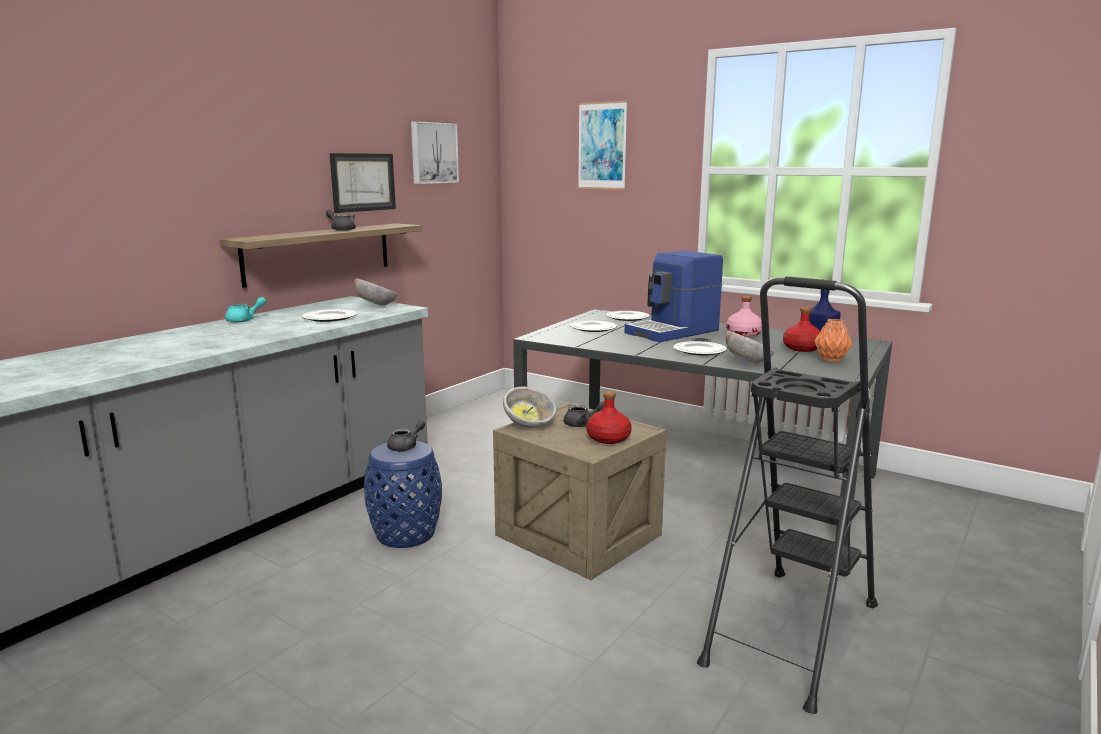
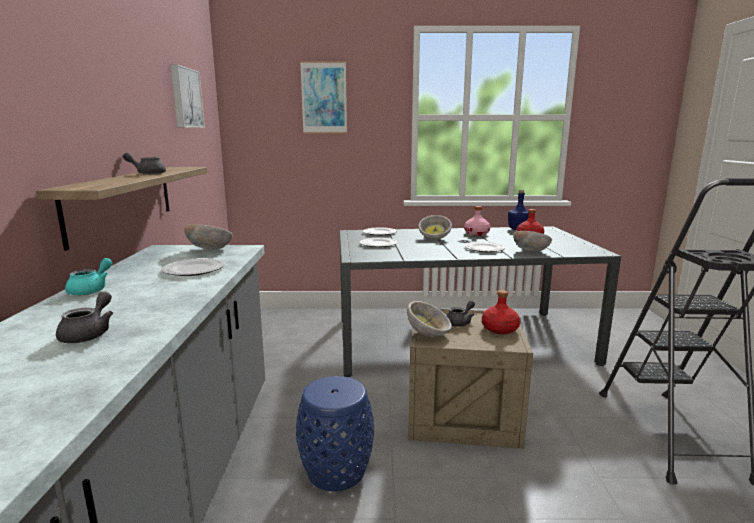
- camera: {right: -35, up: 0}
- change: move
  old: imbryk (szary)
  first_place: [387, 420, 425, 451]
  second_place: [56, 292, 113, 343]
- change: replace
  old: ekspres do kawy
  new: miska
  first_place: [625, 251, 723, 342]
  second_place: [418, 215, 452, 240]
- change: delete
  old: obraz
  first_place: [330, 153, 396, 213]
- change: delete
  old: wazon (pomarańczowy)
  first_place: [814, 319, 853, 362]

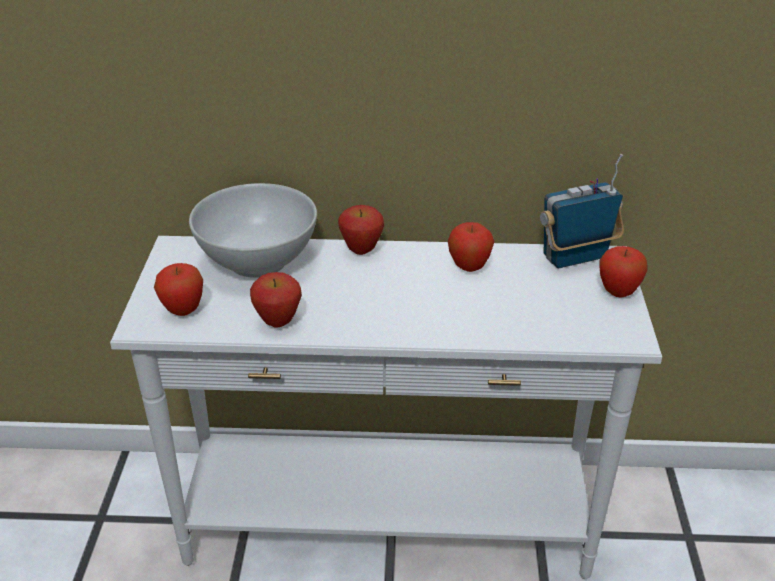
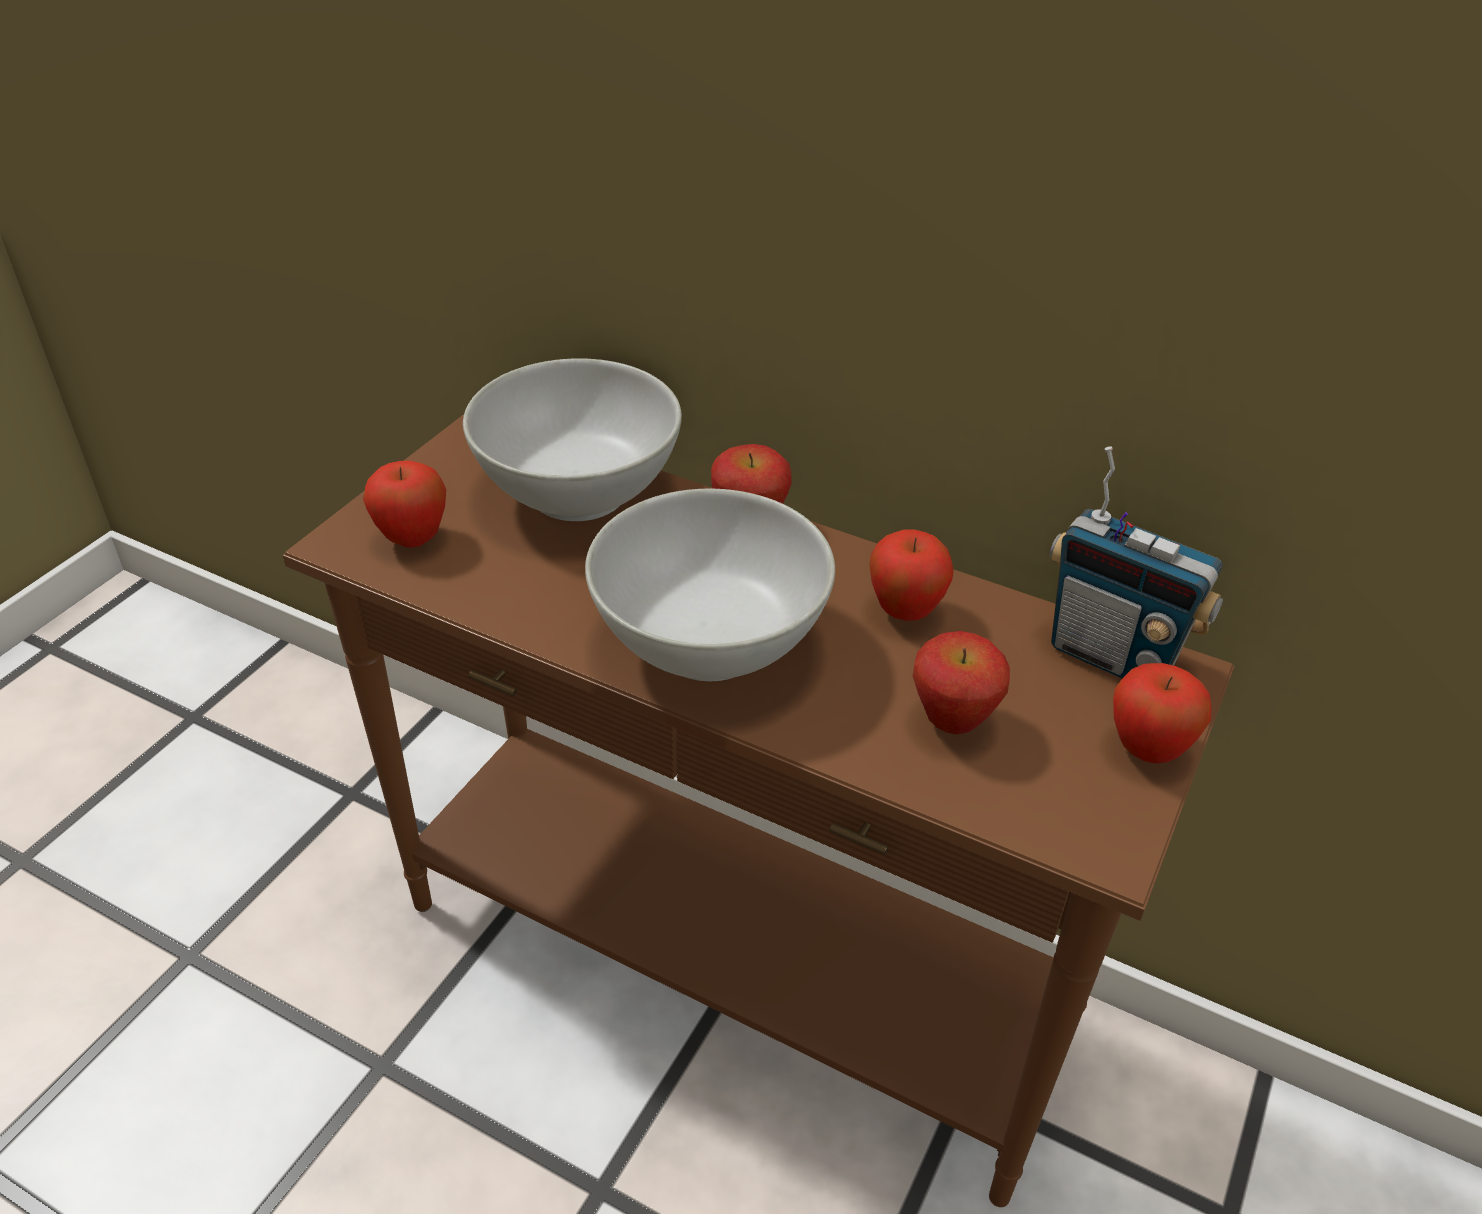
- camera: {right: 25, up: 5}
- change: recolor
  old: stolik konsolowy (biały)
  new: stolik konsolowy (brązowy)
  first_place: [110, 236, 662, 579]
  second_place: [283, 414, 1235, 1207]
- change: insert
  new: miska (biały)
  second_place: [585, 489, 835, 681]
- change: move
  old: jabłko
  first_place: [250, 272, 302, 328]
  second_place: [913, 631, 1010, 735]
- change: rotate
  old: radio
  first_place: [540, 154, 624, 268]
  second_place: [1050, 446, 1223, 678]
  degrees: -150

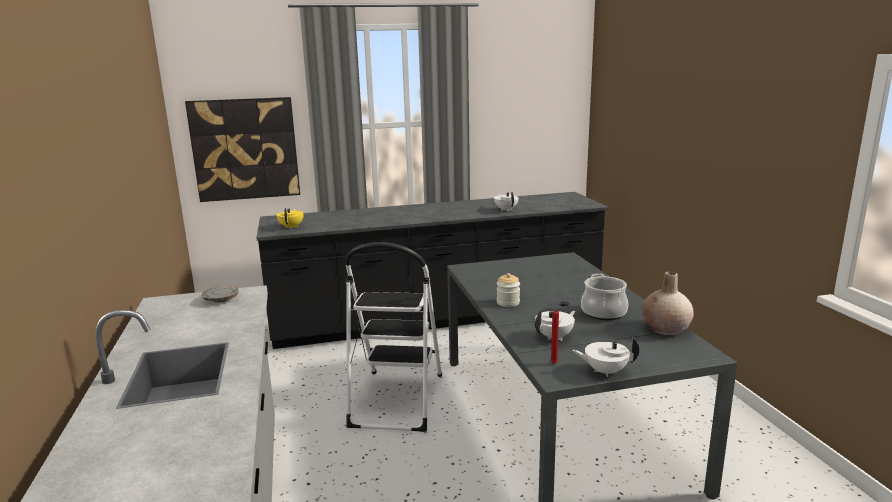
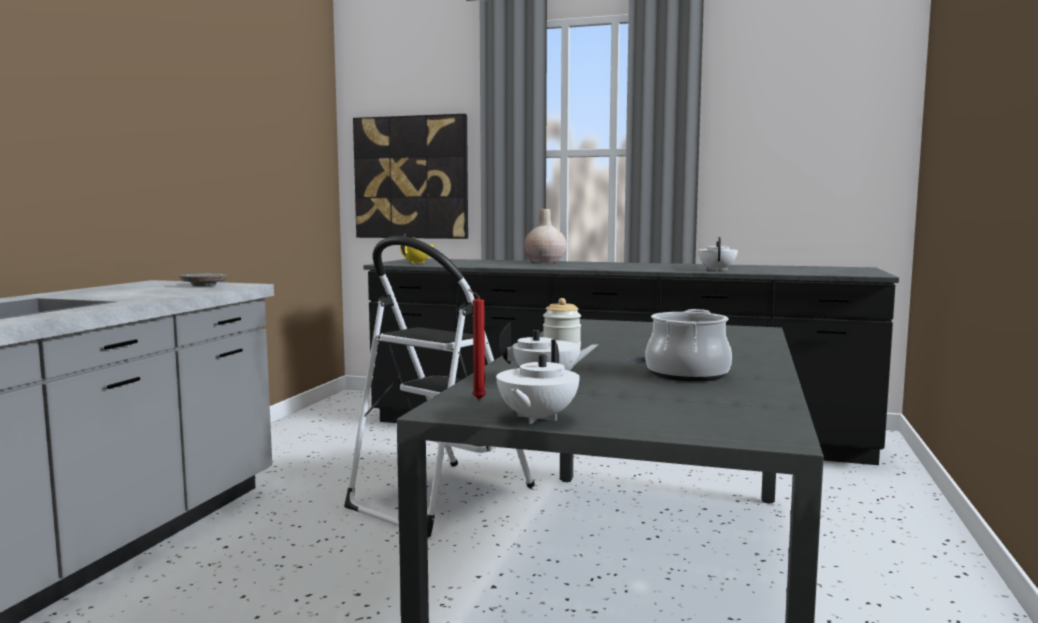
- camera: {right: 30, up: -10}
- change: rotate
  old: imbryk (biały)
  first_place: [572, 338, 639, 377]
  second_place: [496, 339, 580, 424]
  degrees: -105
- change: move
  old: wazon (beżowy)
  first_place: [642, 271, 694, 335]
  second_place: [524, 209, 567, 263]

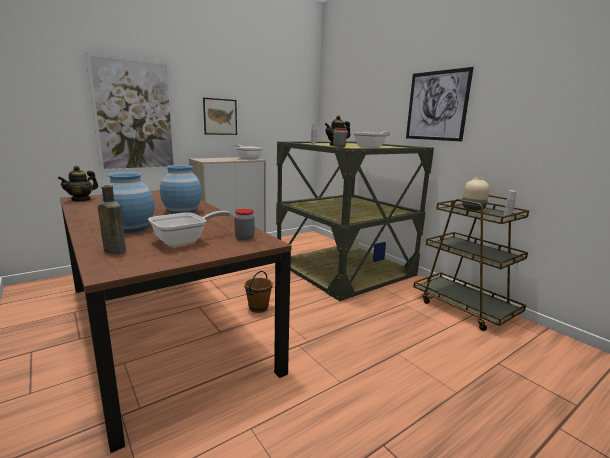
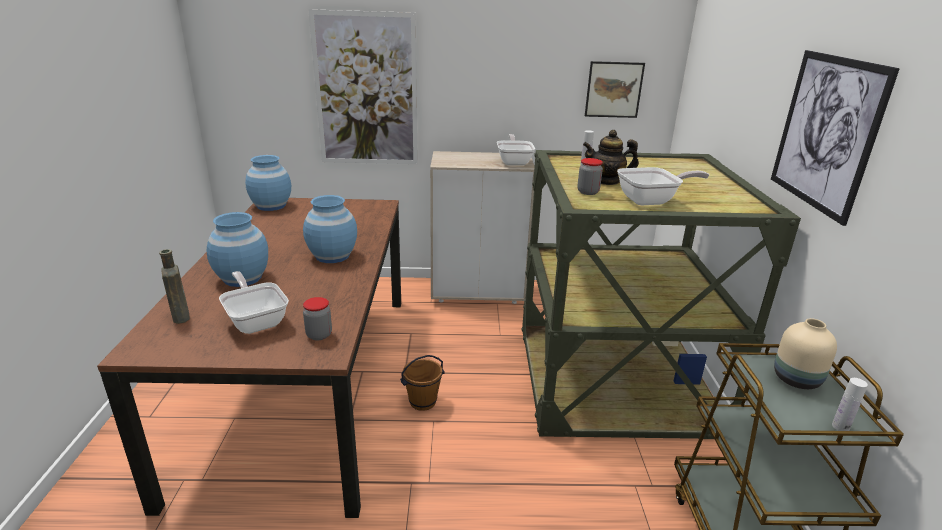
- camera: {right: 35, up: 10}
- change: rotate
  old: patelnia
  first_place: [148, 211, 231, 246]
  second_place: [219, 271, 289, 334]
  degrees: -120
- change: replace
  old: imbryk
  new: wazon (niebieski)
  first_place: [58, 166, 98, 202]
  second_place: [245, 155, 291, 211]
- change: move
  old: obraz
  first_place: [203, 98, 237, 135]
  second_place: [585, 61, 645, 118]

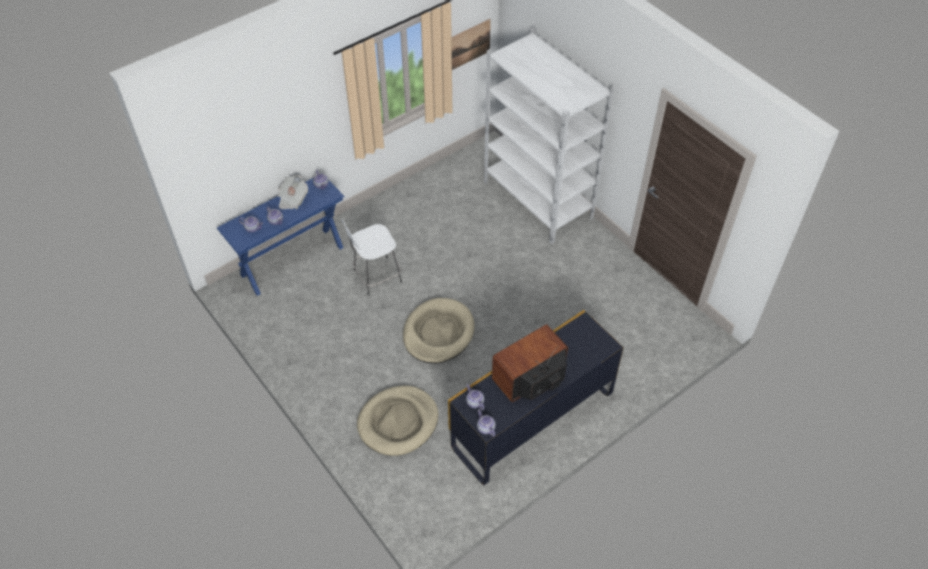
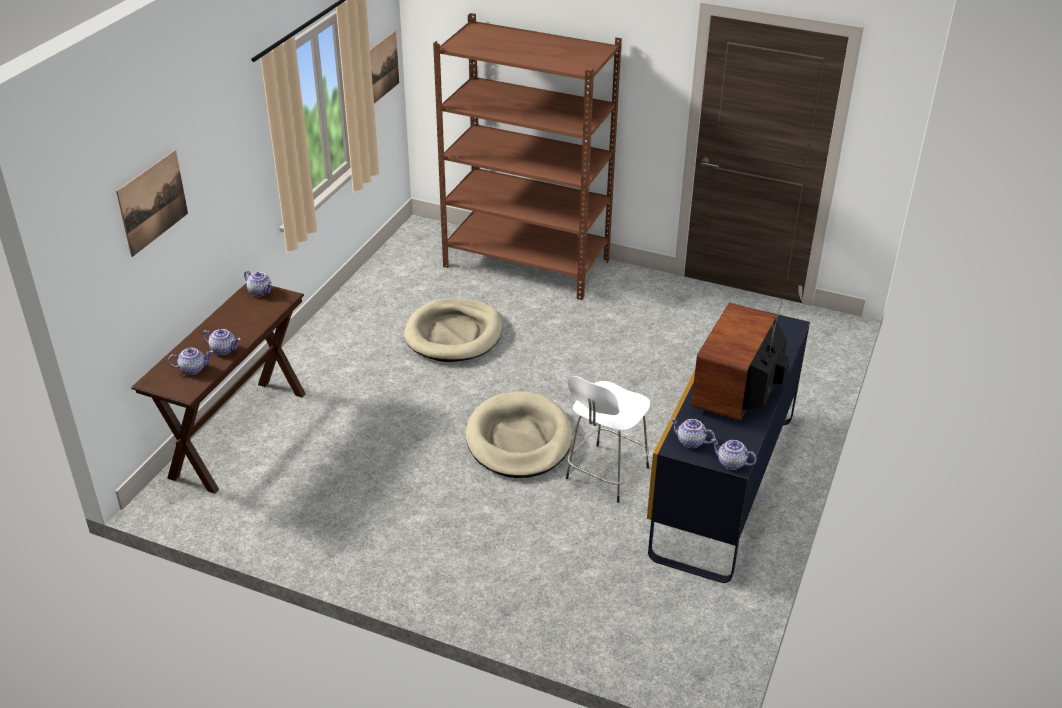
- camera: {right: -30, up: -15}
- change: insert
  new: obraz
  second_place: [116, 150, 188, 257]
- change: recolor
  old: stolik konsolowy (niebieski)
  new: stolik konsolowy (brązowy)
  first_place: [217, 173, 345, 296]
  second_place: [131, 283, 306, 494]
- change: move
  old: legowisko (beżowy)
  first_place: [357, 385, 439, 456]
  second_place: [404, 298, 502, 362]
- change: recolor
  old: regał (biały)
  new: regał (brązowy)
  first_place: [484, 27, 614, 244]
  second_place: [433, 13, 622, 300]
- change: move
  old: stołek (biały)
  first_place: [341, 219, 402, 295]
  second_place: [566, 376, 650, 503]
- change: delete
  old: gazeta
  first_place: [278, 175, 308, 209]

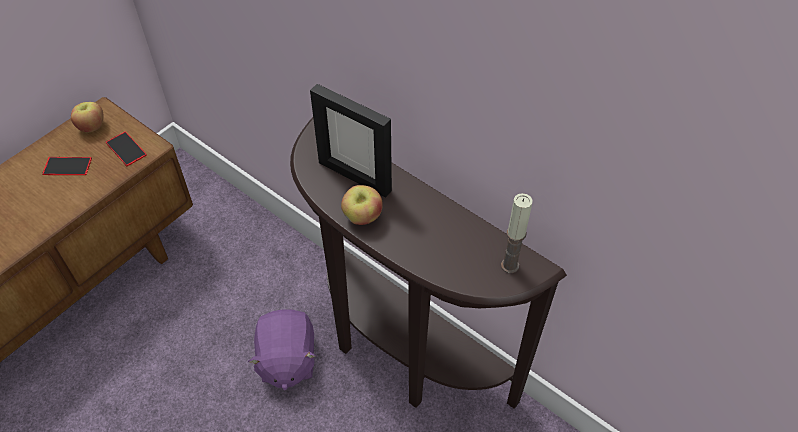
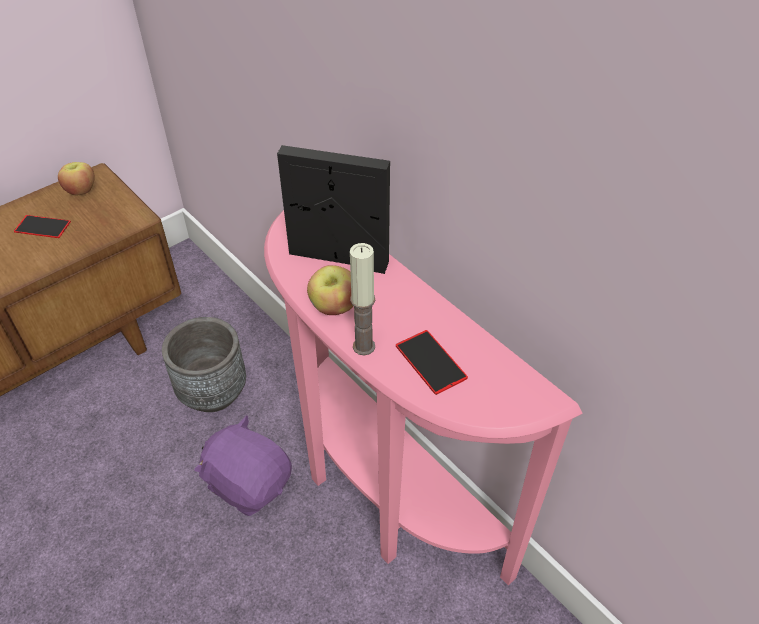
- camera: {right: 10, up: -5}
- change: insert
  new: donica (szary)
  second_place: [162, 317, 246, 412]
- change: rotate
  old: pluszak (fioletowy)
  first_place: [248, 309, 316, 390]
  second_place: [194, 415, 292, 516]
  degrees: 120
- change: recolor
  old: stolik konsolowy (brązowy)
  new: stolik konsolowy (różowy)
  first_place: [290, 117, 567, 409]
  second_place: [264, 210, 583, 585]
- change: rotate
  old: ramka na zdjęcie
  first_place: [310, 84, 392, 198]
  second_place: [277, 145, 390, 274]
  degrees: 150
- change: move
  old: świeca
  first_place: [501, 193, 533, 273]
  second_place: [350, 243, 375, 355]
- change: move
  old: telefon
  first_place: [106, 131, 147, 166]
  second_place: [396, 330, 468, 395]

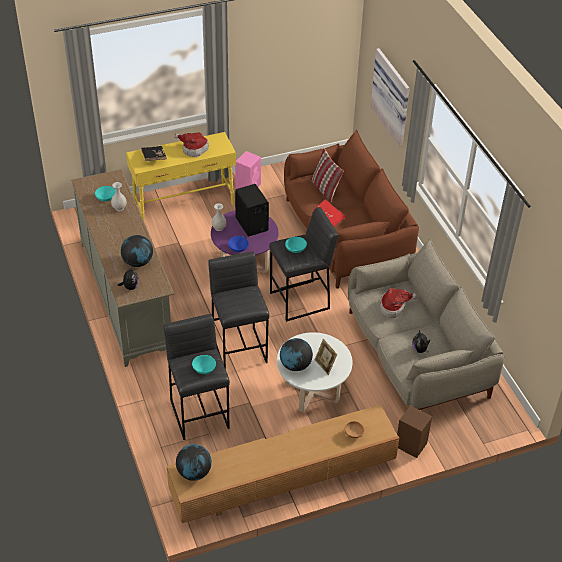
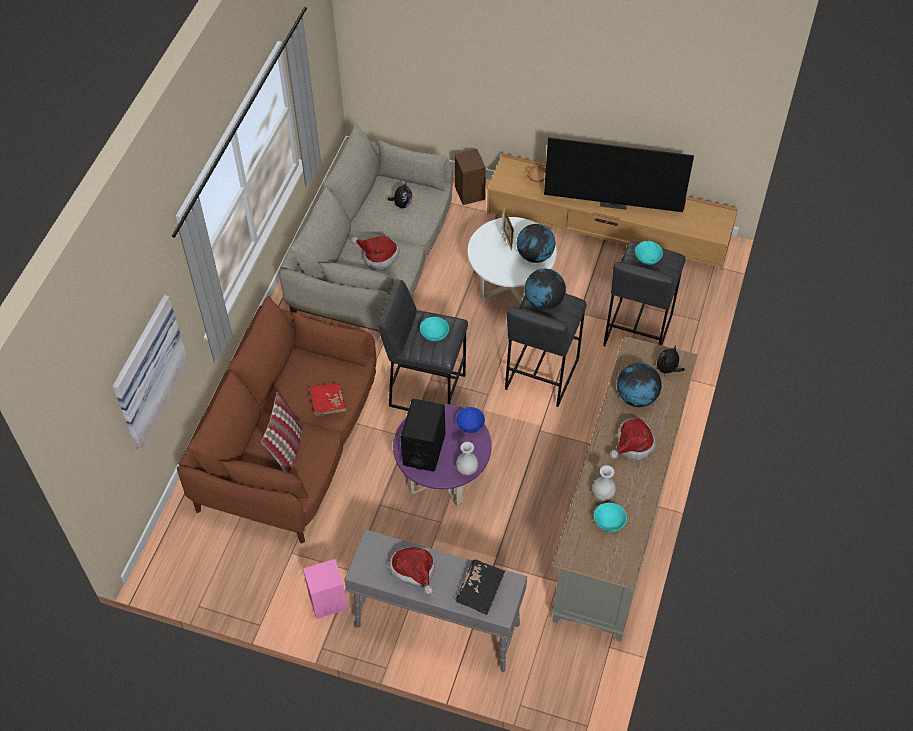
- camera: {right: -140, up: 10}
- change: recolor
  old: stolik konsolowy (żółty)
  new: stolik konsolowy (szary)
  first_place: [126, 132, 236, 223]
  second_place: [344, 529, 527, 672]
- change: move
  old: globus
  first_place: [176, 444, 212, 481]
  second_place: [524, 269, 566, 310]
- change: insert
  new: telewizor
  second_place: [544, 137, 694, 212]
- change: insert
  new: kapelusz
  second_place: [610, 418, 657, 460]

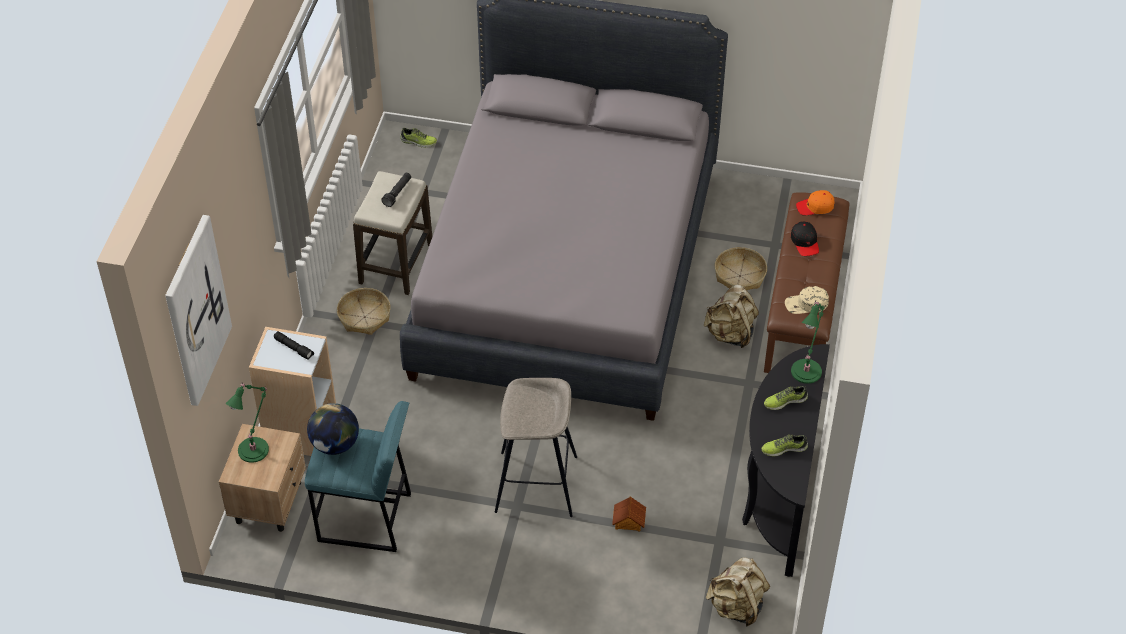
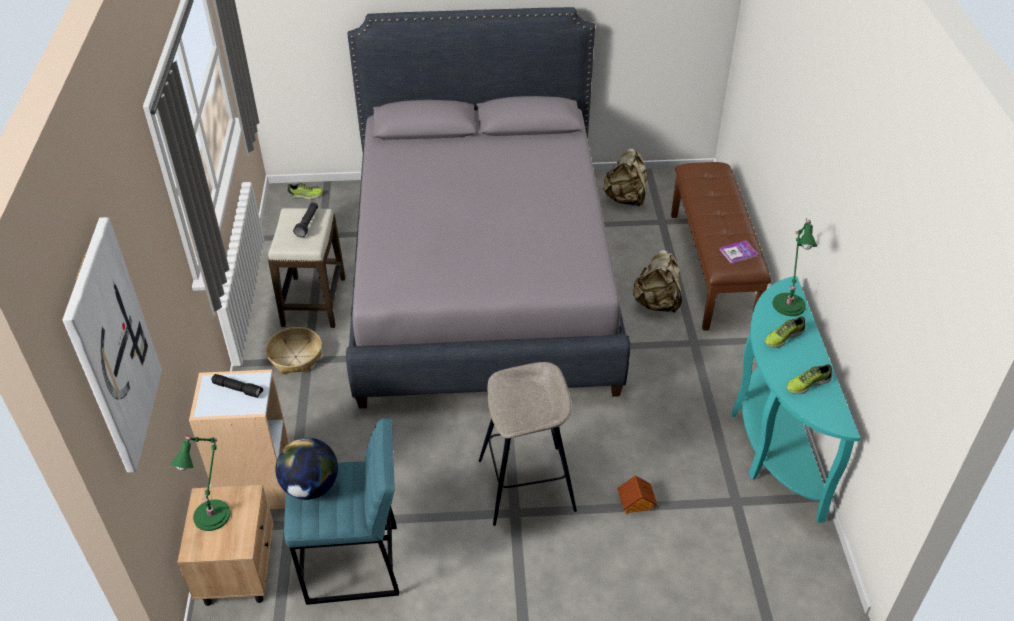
- camera: {right: -15, up: -5}
- change: move
  old: plecak (beżowy)
  first_place: [706, 557, 770, 626]
  second_place: [603, 148, 647, 207]
- change: replace
  old: czapka z daszkiem (beżowy)
  new: książka
  first_place: [785, 286, 829, 314]
  second_place: [719, 240, 758, 264]
- change: recolor
  old: stolik konsolowy (czarny)
  new: stolik konsolowy (turkusowy)
  first_place: [742, 344, 830, 577]
  second_place: [731, 276, 860, 523]
- change: delete
  old: koszyk
  first_place: [715, 247, 767, 290]
- change: delete
  old: czapka z daszkiem (czarny)
  first_place: [791, 221, 819, 256]
- change: delete
  old: czapka z daszkiem (pomarańczowy)
  first_place: [796, 190, 834, 215]

